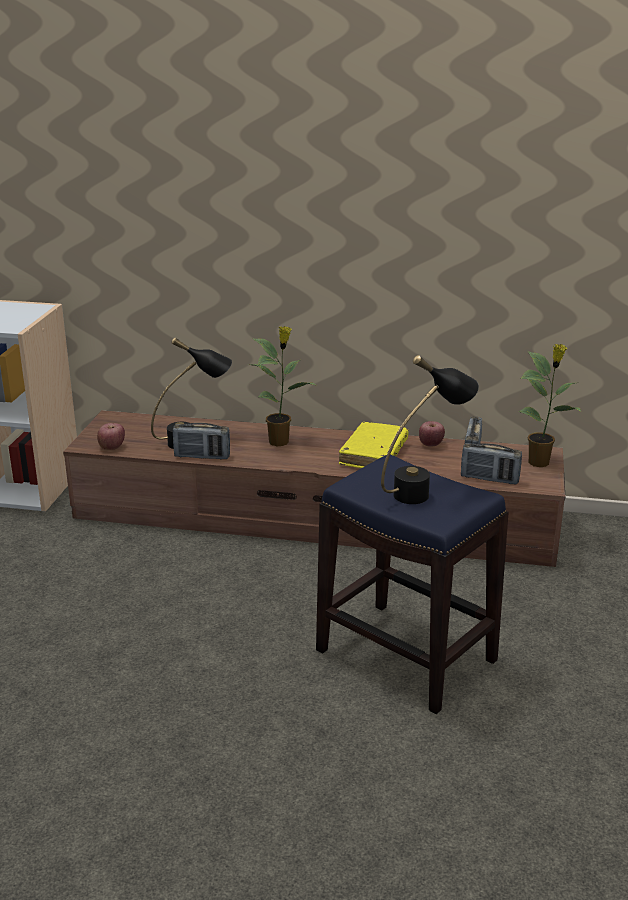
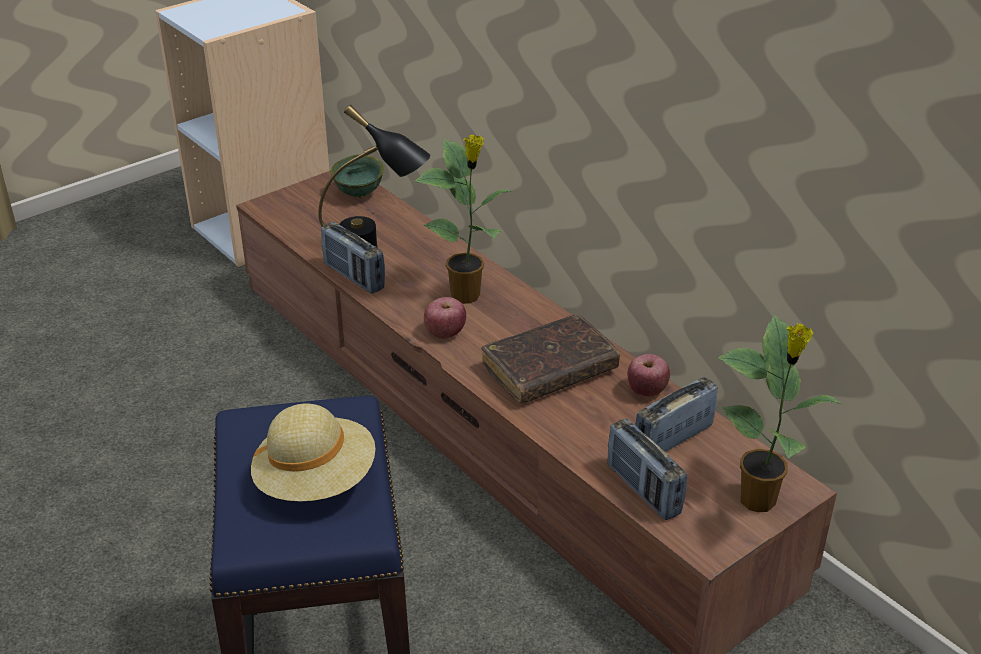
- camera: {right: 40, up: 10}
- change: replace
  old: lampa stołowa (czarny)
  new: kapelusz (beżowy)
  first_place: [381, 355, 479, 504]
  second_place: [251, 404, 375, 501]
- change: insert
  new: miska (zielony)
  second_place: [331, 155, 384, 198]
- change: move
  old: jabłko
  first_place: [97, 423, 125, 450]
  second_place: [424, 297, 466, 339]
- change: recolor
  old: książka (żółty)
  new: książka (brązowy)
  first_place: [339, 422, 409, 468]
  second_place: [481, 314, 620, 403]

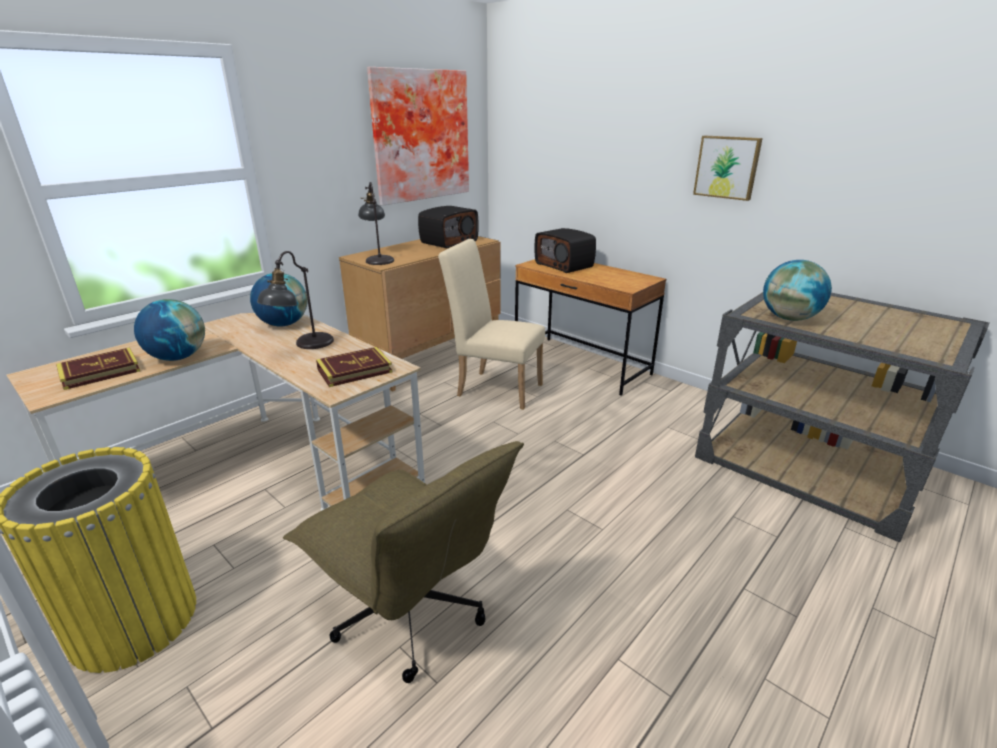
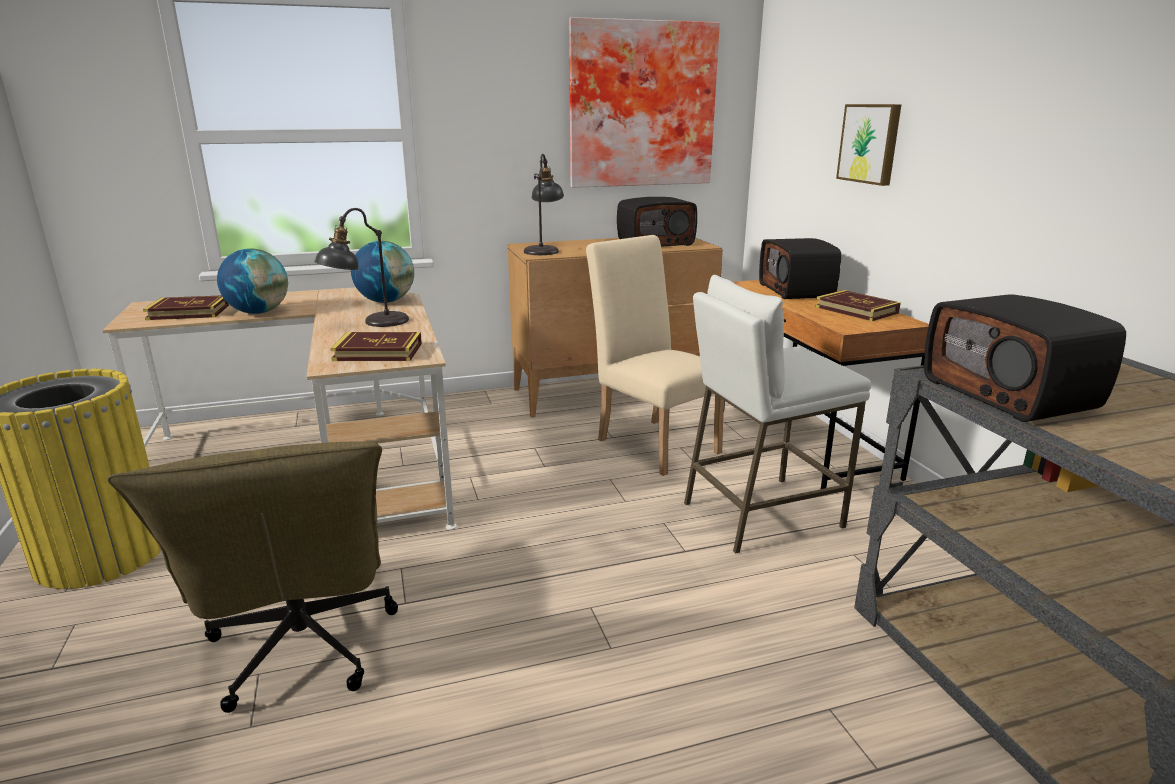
- camera: {right: 30, up: -5}
- change: insert
  new: stołek (biały)
  second_place: [684, 275, 871, 554]
- change: insert
  new: książka
  second_place: [816, 290, 901, 321]
- change: move
  old: obraz
  first_place: [693, 136, 763, 201]
  second_place: [836, 104, 902, 186]
- change: replace
  old: globus
  new: radio
  first_place: [763, 260, 832, 321]
  second_place: [924, 294, 1126, 422]

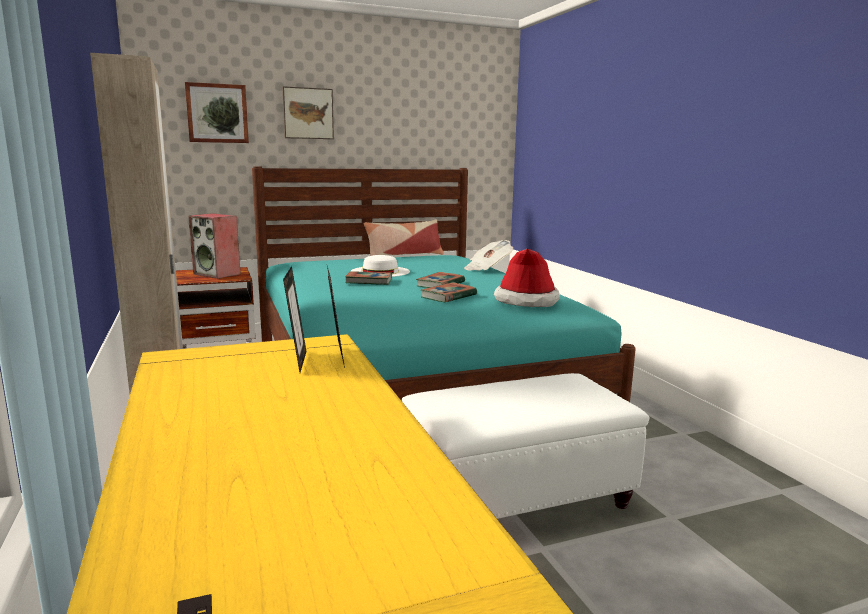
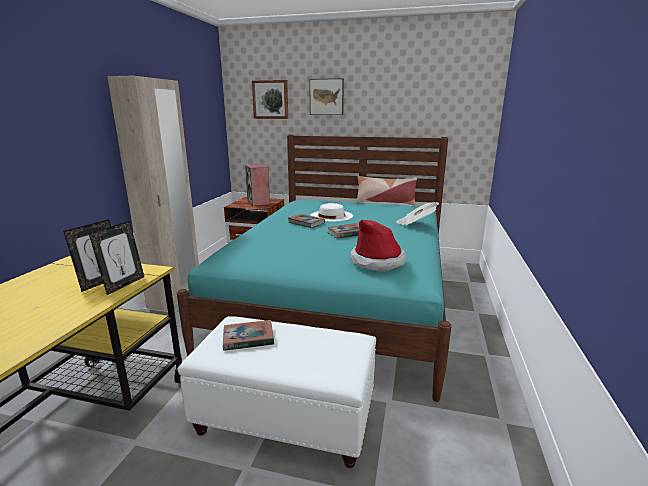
- camera: {right: 35, up: 5}
- change: move
  old: książka
  first_place: [421, 282, 477, 302]
  second_place: [223, 320, 274, 351]

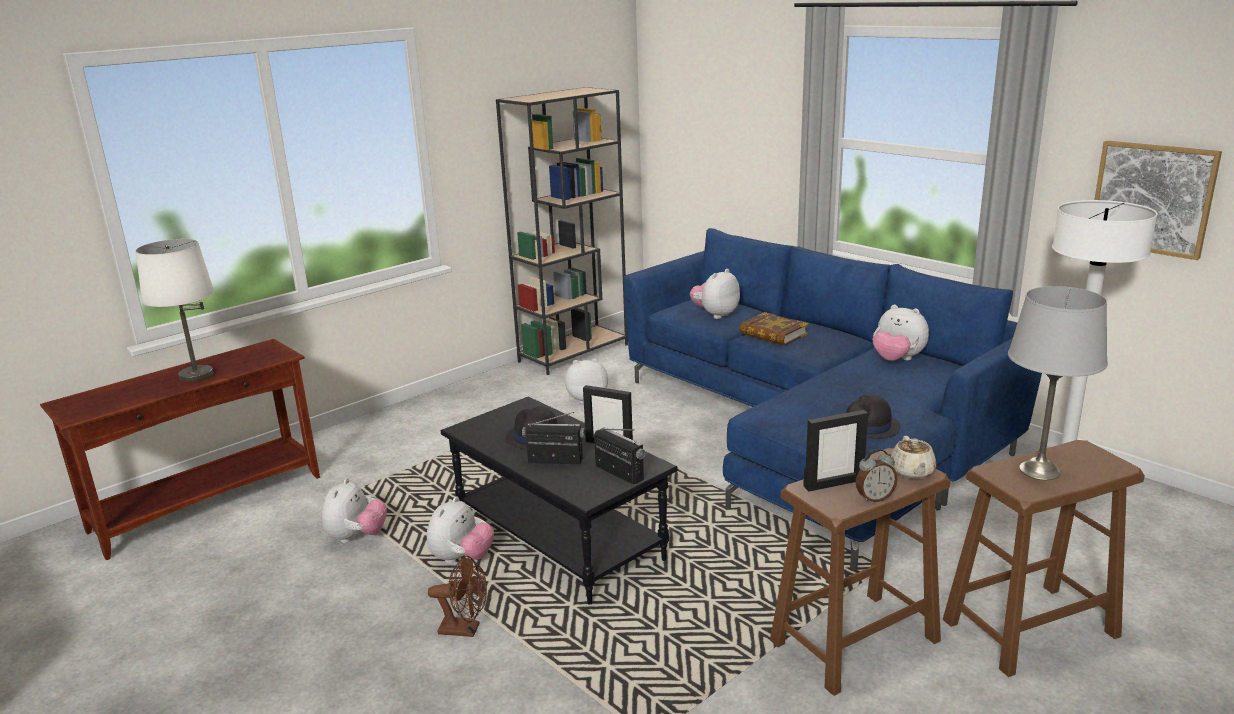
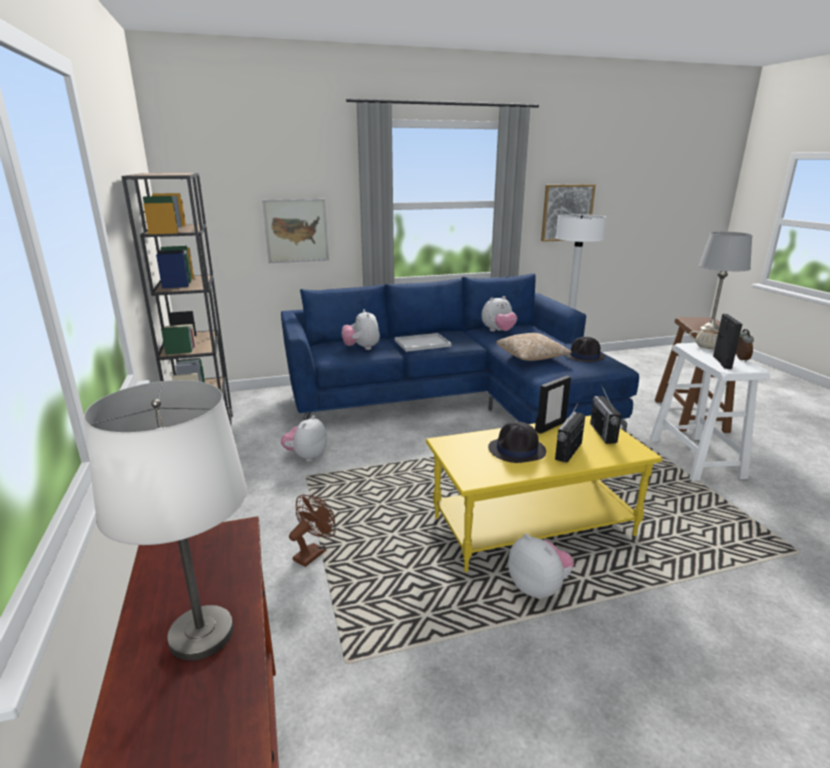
- camera: {right: -65, up: 0}
- change: insert
  new: obraz
  second_place: [262, 199, 329, 263]
- change: move
  old: wentylator (brązowy)
  first_place: [428, 556, 487, 637]
  second_place: [289, 495, 336, 567]
- change: replace
  old: książka
  new: taca (biały)
  first_place: [740, 312, 809, 346]
  second_place: [395, 333, 451, 352]
- change: recolor
  old: ława (czarny)
  new: ława (żółty)
  first_place: [441, 396, 678, 604]
  second_place: [426, 415, 662, 572]
- change: insert
  new: poduszka
  second_place: [496, 333, 572, 361]
- change: rotate
  old: radio
  first_place: [594, 427, 646, 484]
  second_place: [590, 385, 622, 444]
  degrees: -75
- change: recolor
  old: stołek (brązowy)
  new: stołek (biały)
  first_place: [770, 448, 950, 696]
  second_place: [650, 343, 771, 481]
- change: delete
  old: pluszak
  first_place: [322, 478, 387, 543]

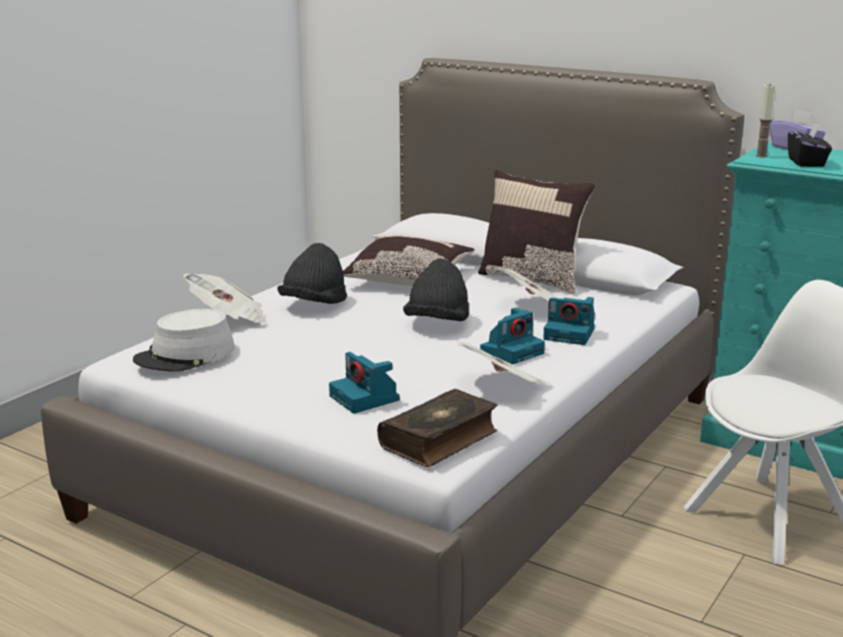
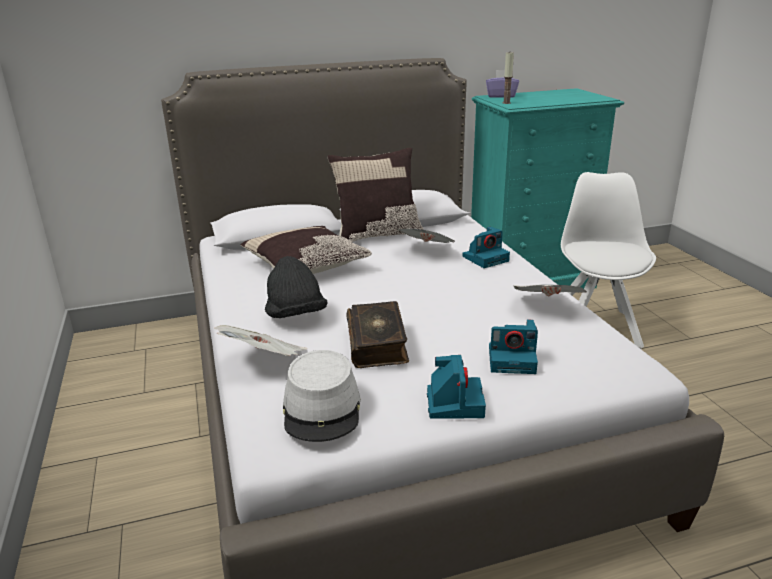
- camera: {right: -50, up: 5}
- change: move
  old: książka
  first_place: [377, 389, 497, 467]
  second_place: [346, 301, 409, 368]
- change: move
  old: aparat fotograficzny
  first_place: [480, 308, 545, 364]
  second_place: [427, 355, 486, 419]
- change: delete
  old: kapelusz (czarny)
  first_place: [403, 258, 469, 321]
- change: delete
  old: pudełko chusteczek (czarny)
  first_place: [788, 122, 832, 167]

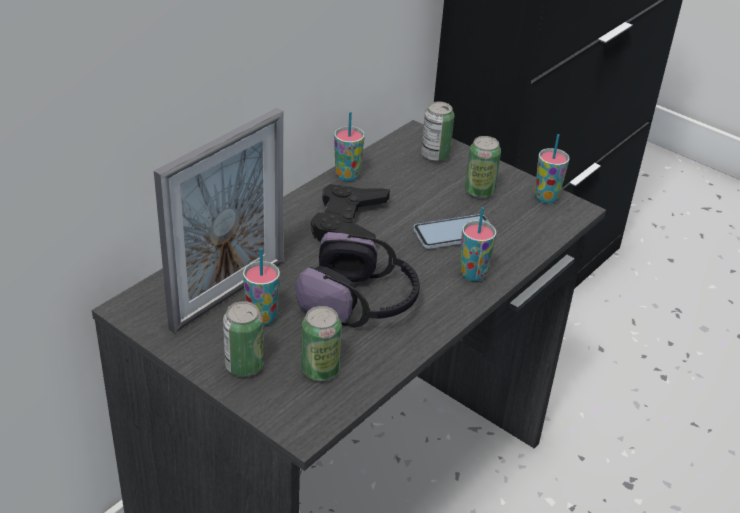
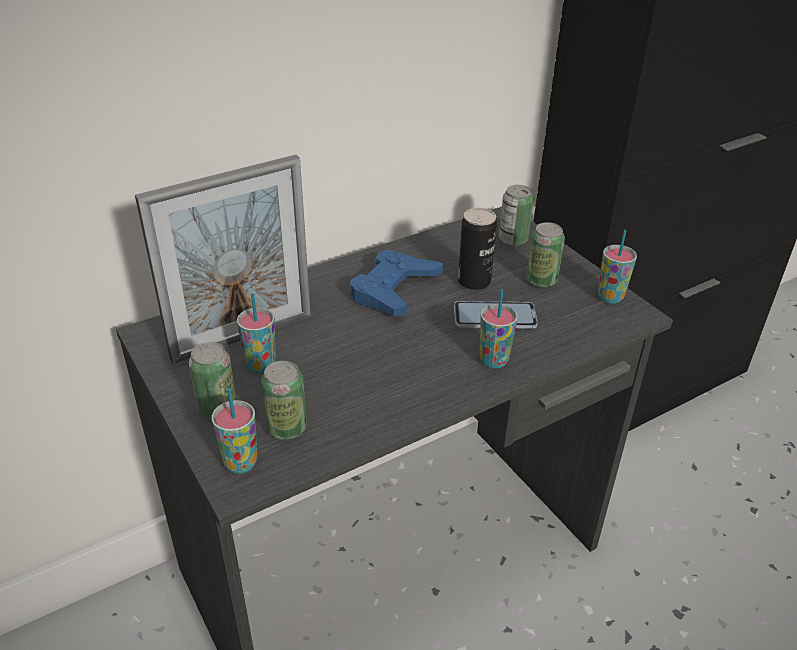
- camera: {right: 20, up: 0}
- change: move
  old: filiżanka
  first_place: [334, 112, 365, 181]
  second_place: [211, 388, 257, 474]
- change: recolor
  old: pad do gier (czarny)
  new: pad do gier (niebieski)
  first_place: [310, 184, 390, 244]
  second_place: [350, 250, 443, 316]
- change: insert
  new: puszka
  second_place: [458, 208, 497, 290]
- change: delete
  old: słuchawki
  first_place: [295, 232, 420, 328]

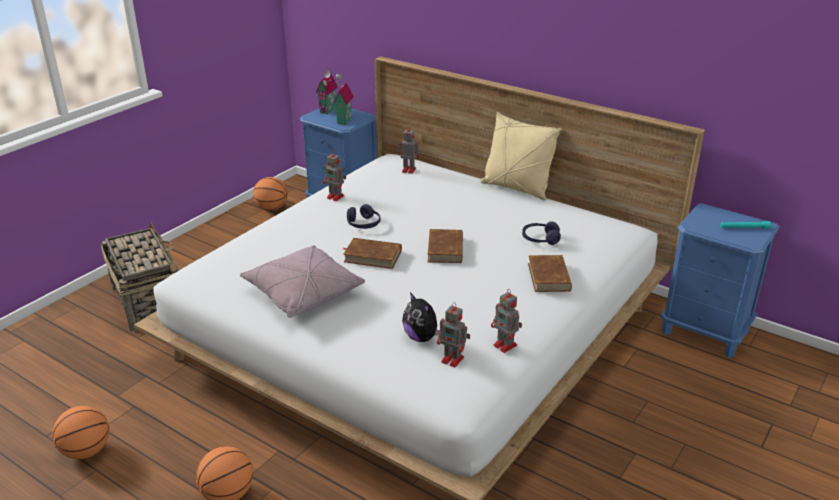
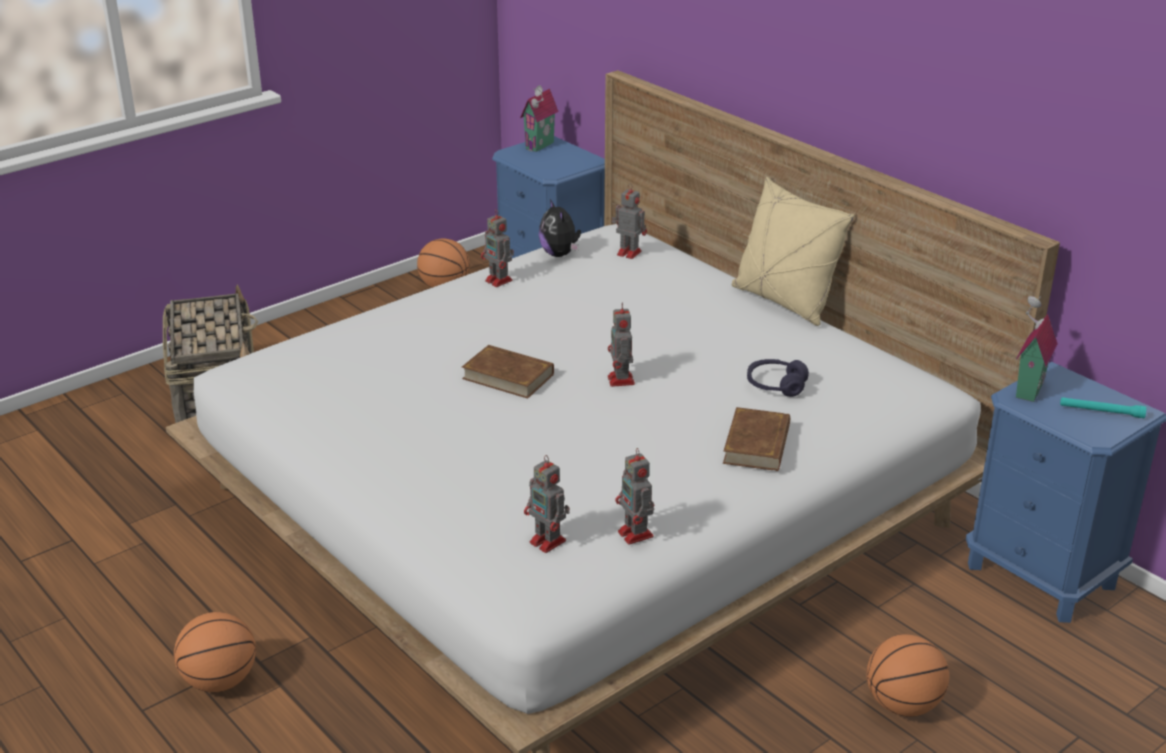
- camera: {right: 15, up: 0}
- change: move
  old: pluszak
  first_place: [402, 292, 440, 342]
  second_place: [539, 199, 581, 257]
- change: replace
  old: książka (brązowy)
  new: robot zabawkowy
  first_place: [428, 229, 463, 263]
  second_place: [608, 302, 635, 387]
- change: move
  old: piłka do koszykówki
  first_place: [52, 406, 109, 459]
  second_place: [866, 634, 949, 717]
- change: move
  old: domek
  first_place: [333, 74, 354, 125]
  second_place: [1016, 296, 1058, 402]
- change: delete
  old: poduszka (fioletowy)
  first_place: [240, 246, 365, 318]
- change: delete
  old: słuchawki (fioletowy)
  first_place: [347, 204, 380, 229]

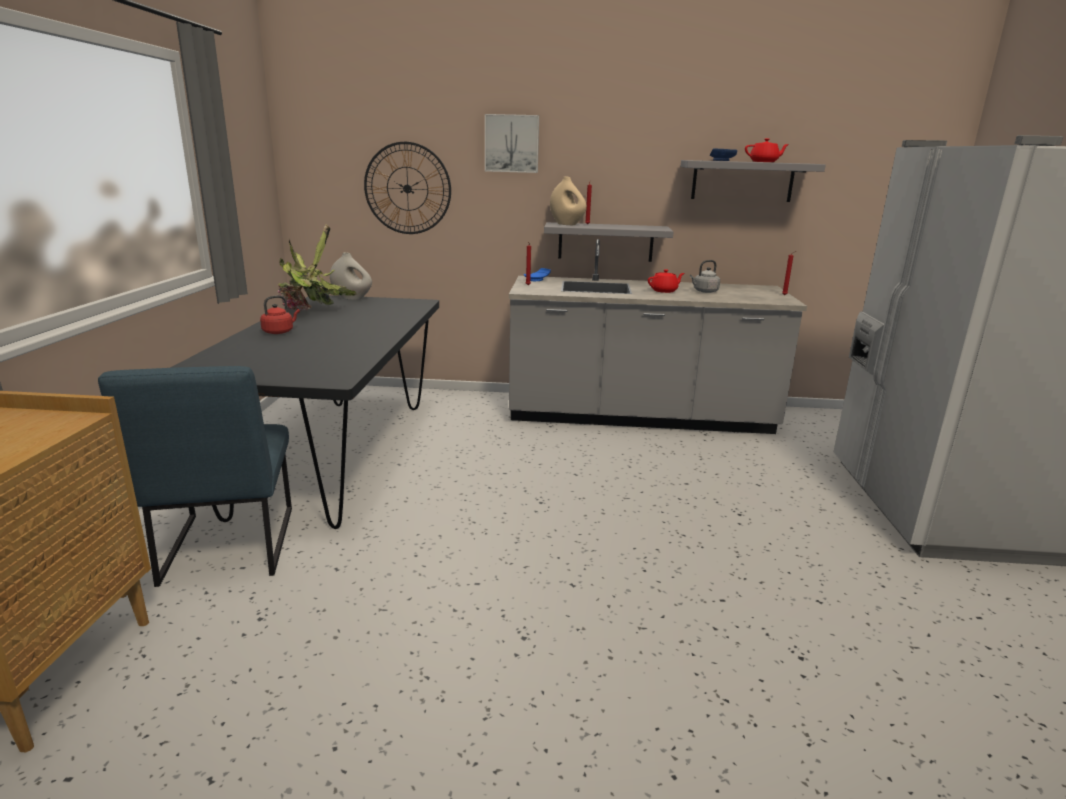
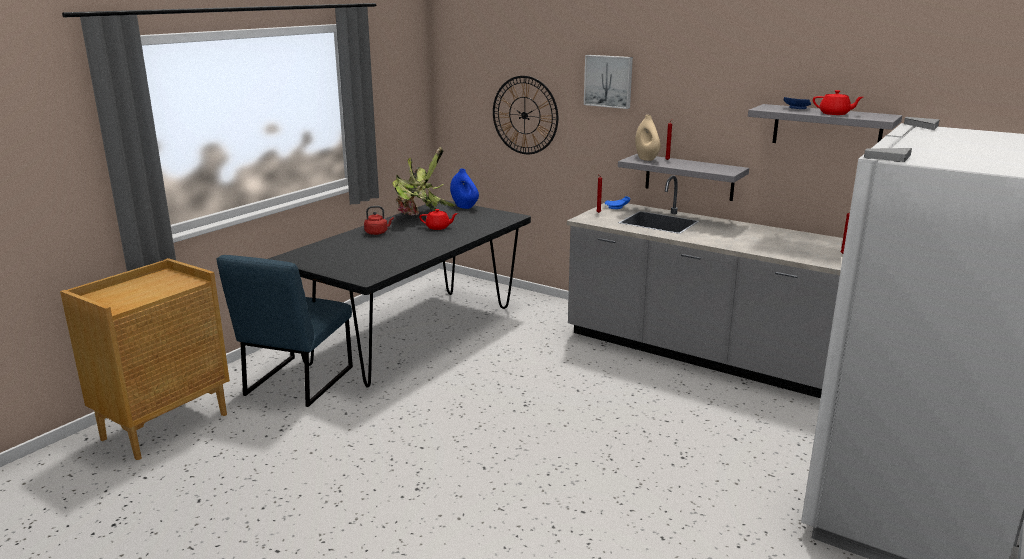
- camera: {right: 30, up: 0}
- change: move
  old: imbryk (czerwony)
  first_place: [648, 269, 684, 293]
  second_place: [419, 209, 458, 230]
- change: recolor
  old: wazon (biały)
  new: wazon (niebieski)
  first_place: [330, 252, 372, 300]
  second_place: [450, 168, 479, 209]
- change: delete
  old: czajnik (szary)
  first_place: [690, 260, 720, 293]

